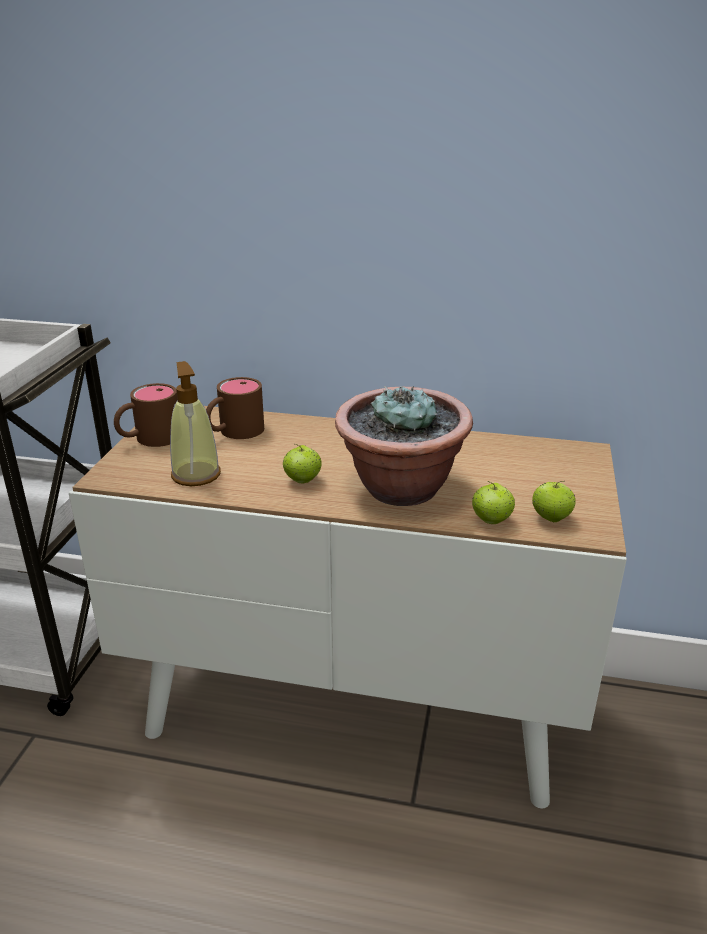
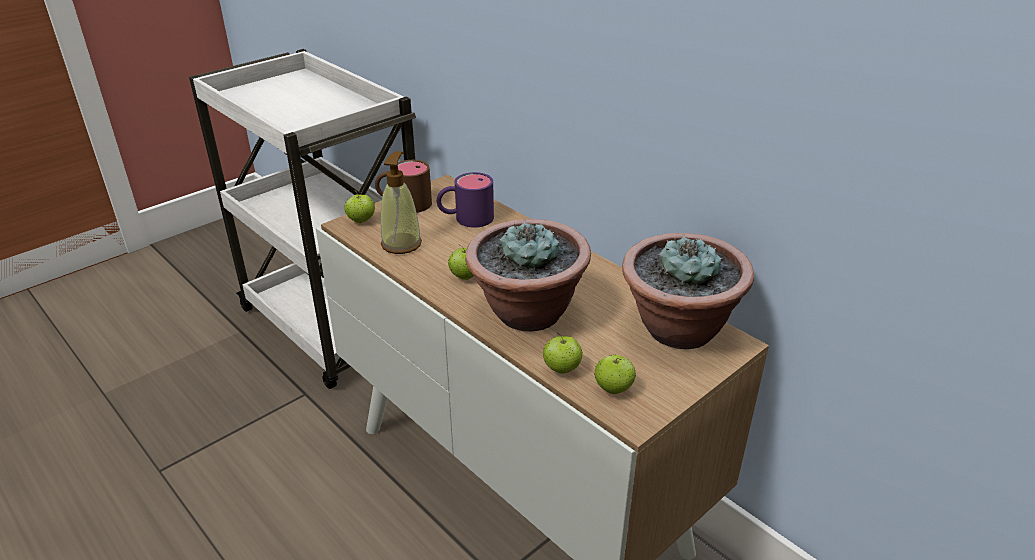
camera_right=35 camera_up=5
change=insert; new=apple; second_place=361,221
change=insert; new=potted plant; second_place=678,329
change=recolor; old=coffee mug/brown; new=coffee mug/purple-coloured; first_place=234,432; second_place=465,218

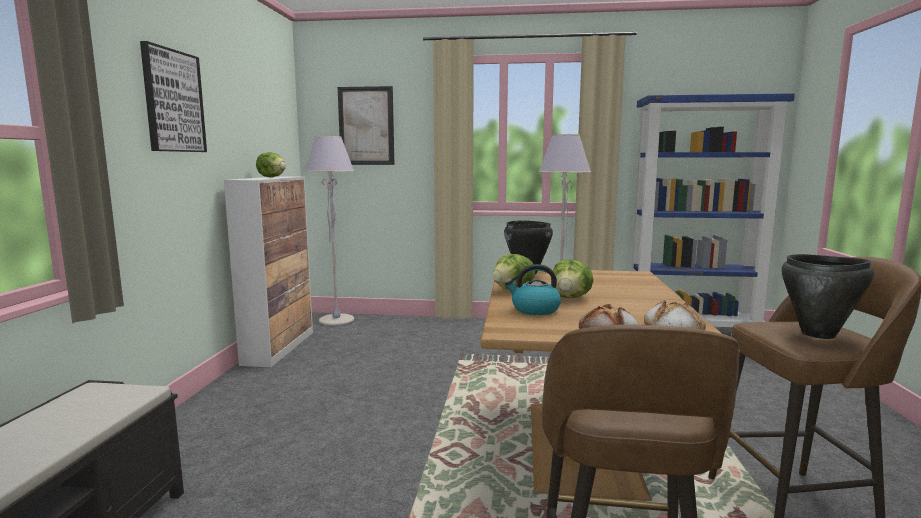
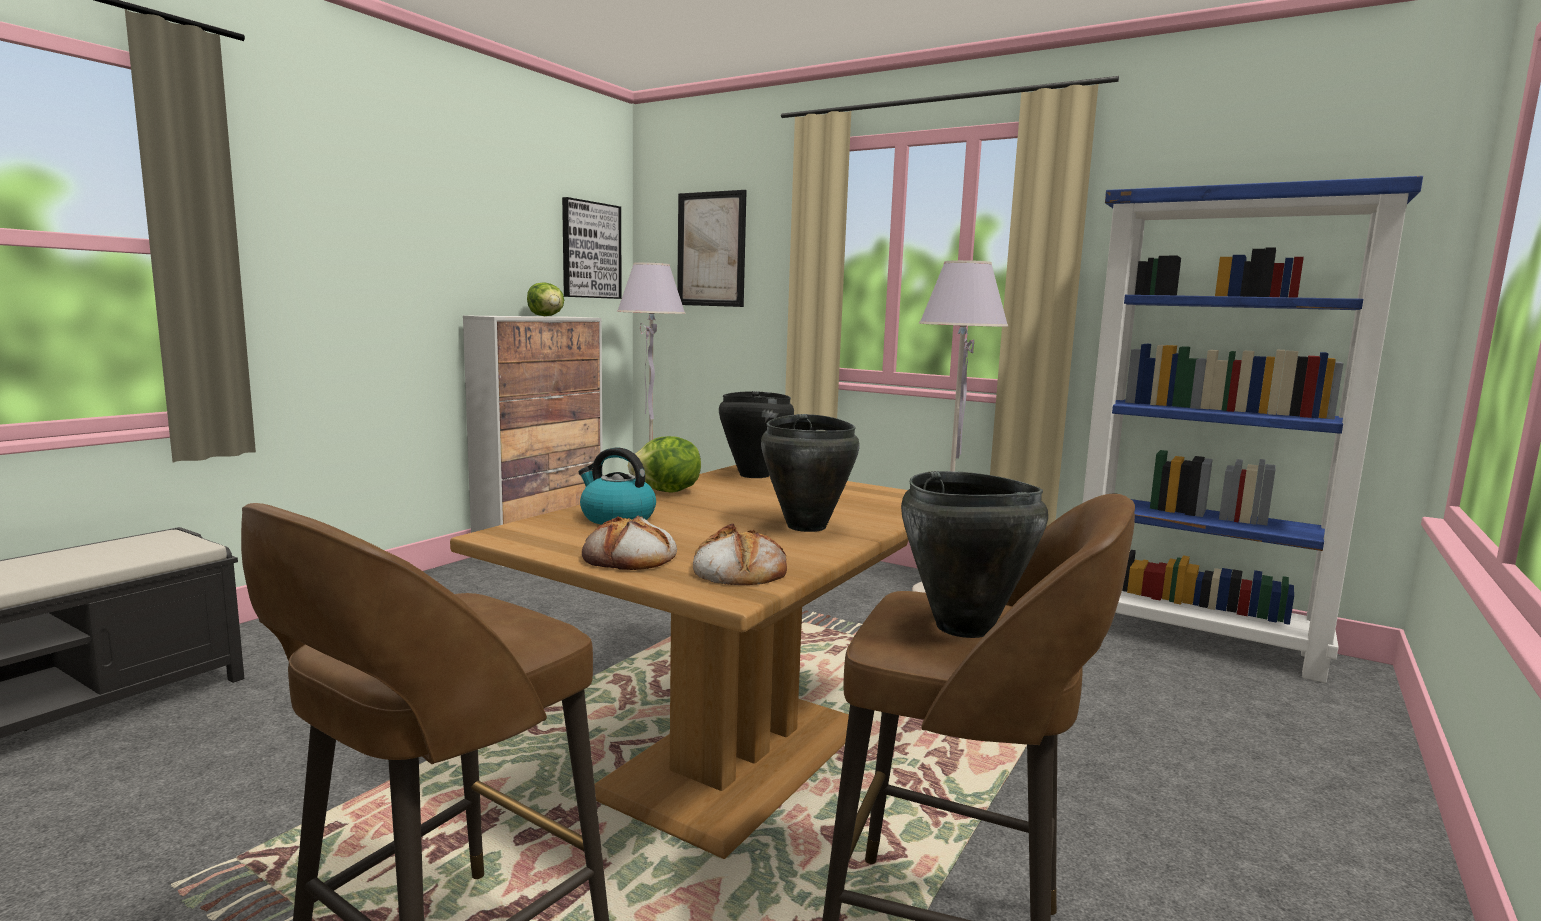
camera_right=25 camera_up=0
change=delete; old=lettuce head; first_place=570,298
change=insert; new=saucepot/black-coloured; second_place=807,526
change=move; old=wall art; first_place=173,101; second_place=590,250

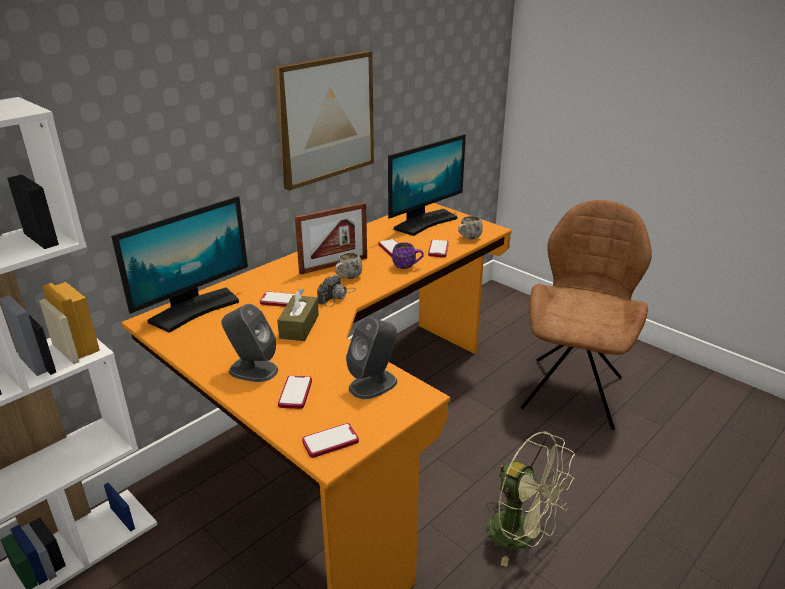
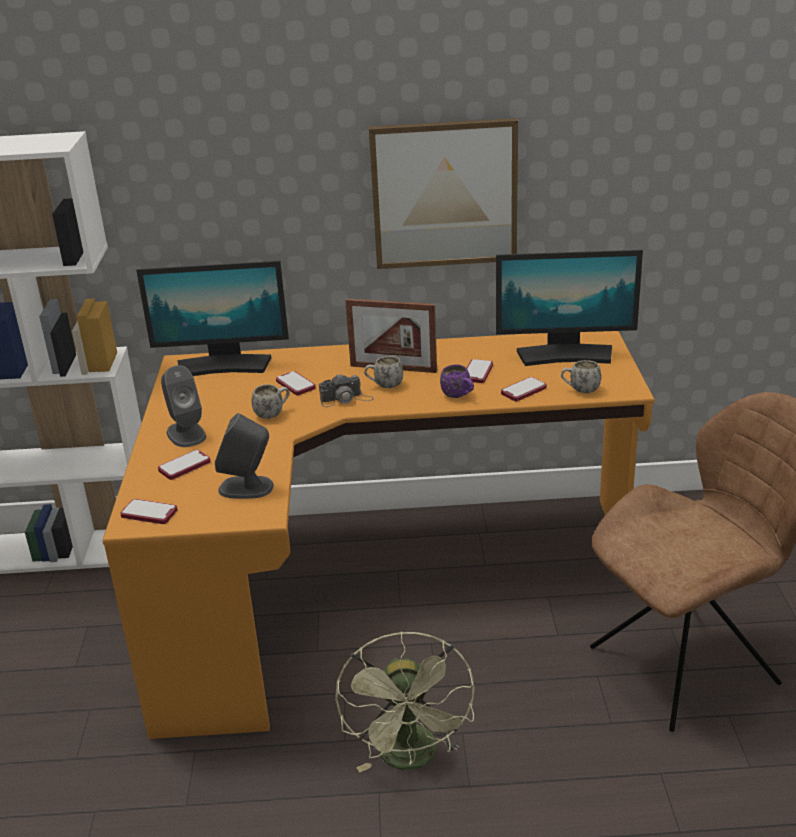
camera_right=45 camera_up=0
change=replace; old=tissue box/brown; new=coffee mug/white-coloured; first_place=299,326; second_place=273,414

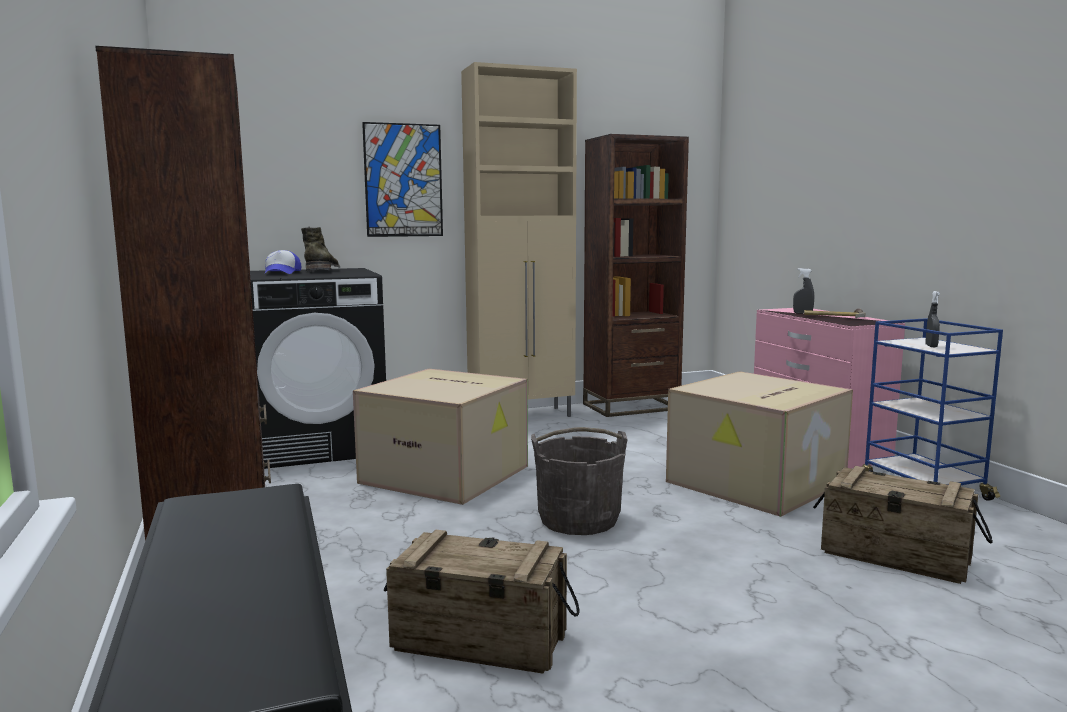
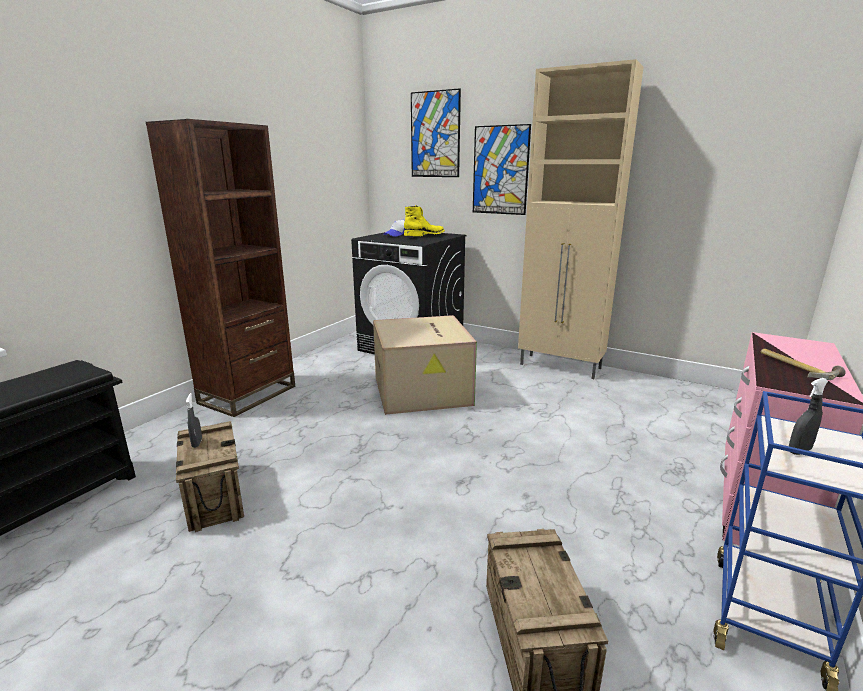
camera_right=50 camera_up=10
change=delete; old=water bucket/greyish; first_place=578,520
change=delete; old=bookcase/brown; first_place=631,407
change=delete; old=cardboard box; first_place=756,483
change=insert; new=wall art; second_place=435,135
change=move; old=spray bottle/greyish; first_place=802,313; second_place=197,443
change=recolor; old=tall boot/greenish; new=tall boot/yellow-coloured; first_place=323,271; second_place=425,235

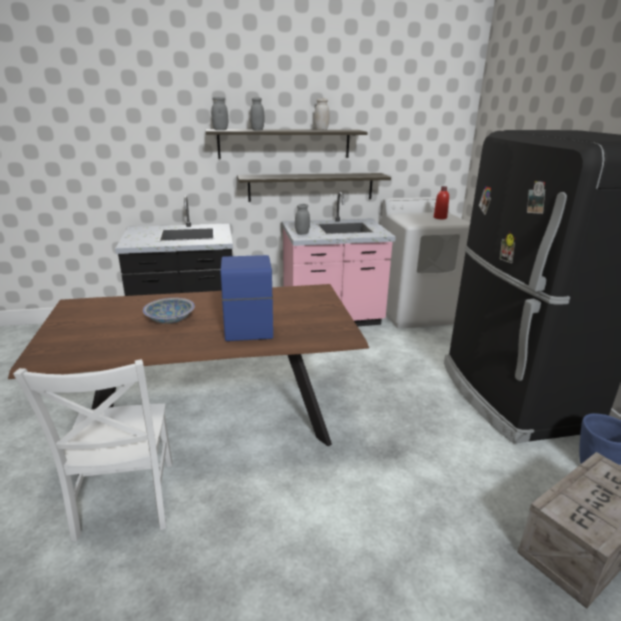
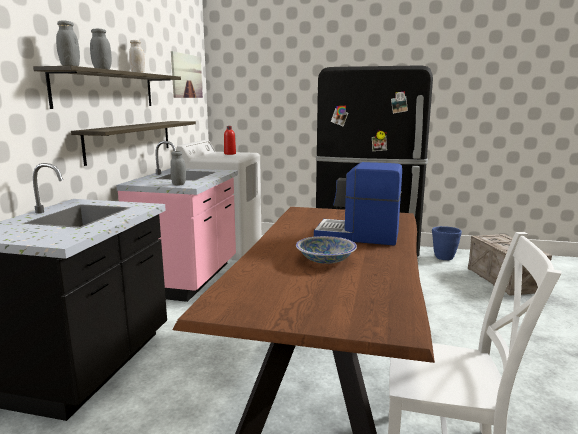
camera_right=-65 camera_up=-10
change=insert; new=wall art; second_place=186,76

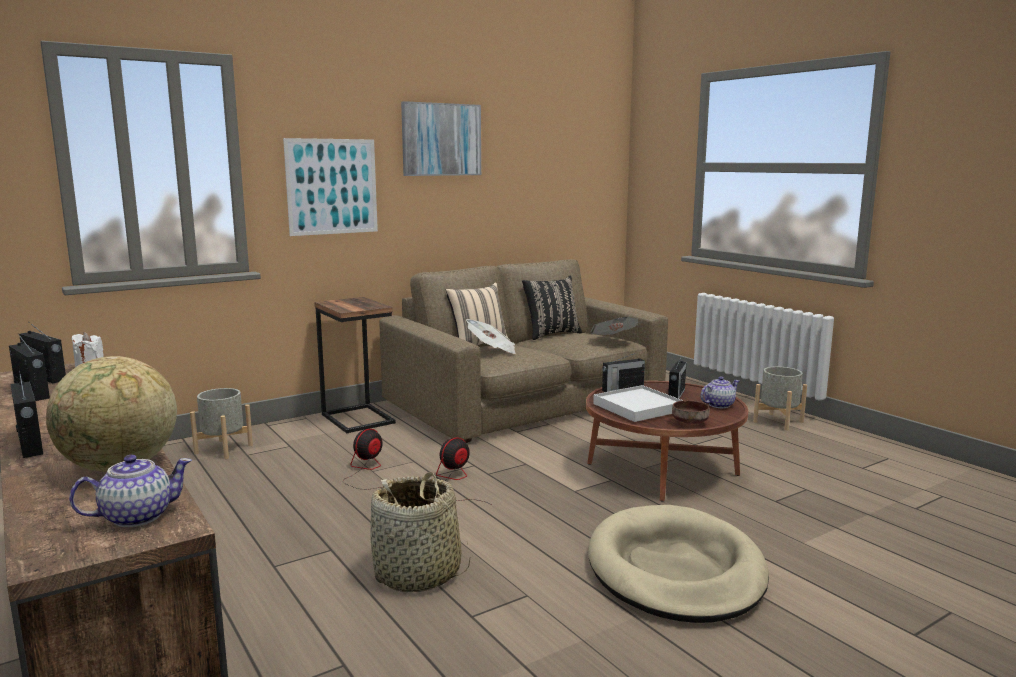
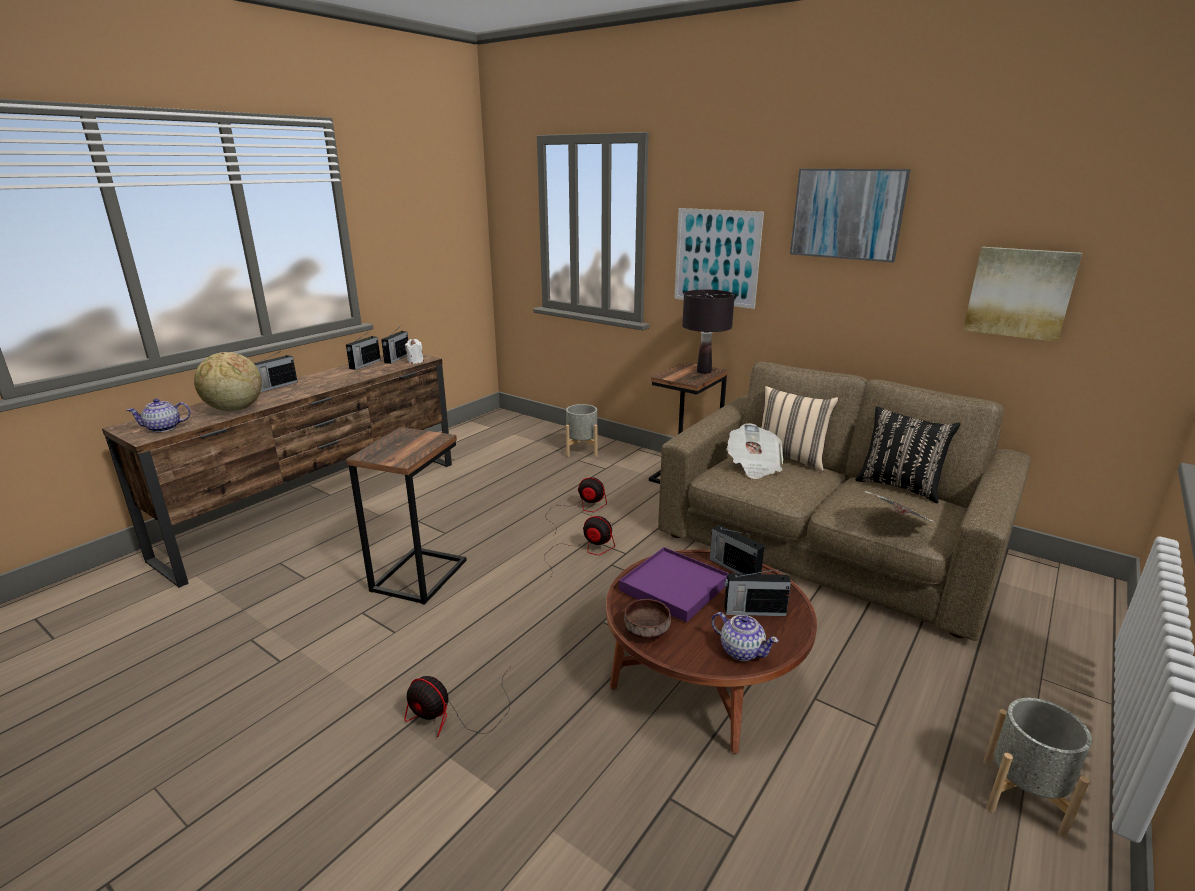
camera_right=70 camera_up=10
change=insert; new=tabletop lamp/black-coloured; second_place=704,371
change=insert; new=wall art; second_place=1019,293
change=replace; old=household basket; new=end table; first_place=418,574; second_place=418,575
change=replace; old=dog bed/beige-coloured; new=electric fan; first_place=675,570; second_place=454,715
change=recolor; old=carrying tray/white-coloured; new=carrying tray/purple-coloured; first_place=638,407; second_place=674,587
change=rotate; old=pot for tea; first_place=136,517; second_place=164,428; degrees=120

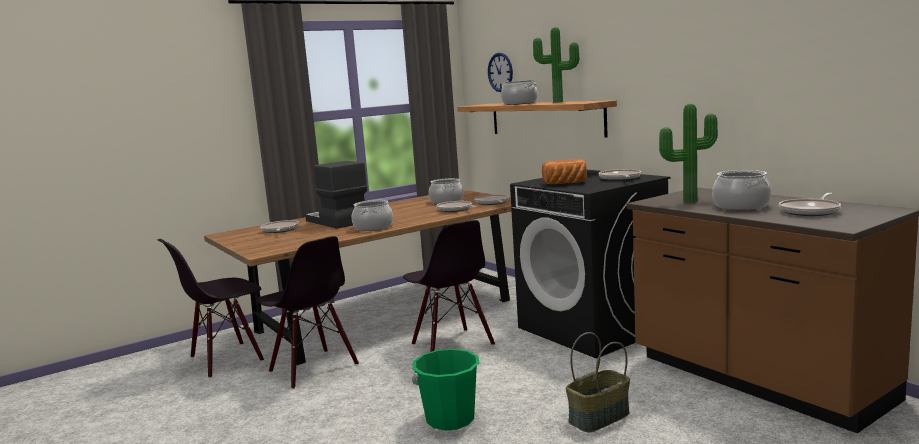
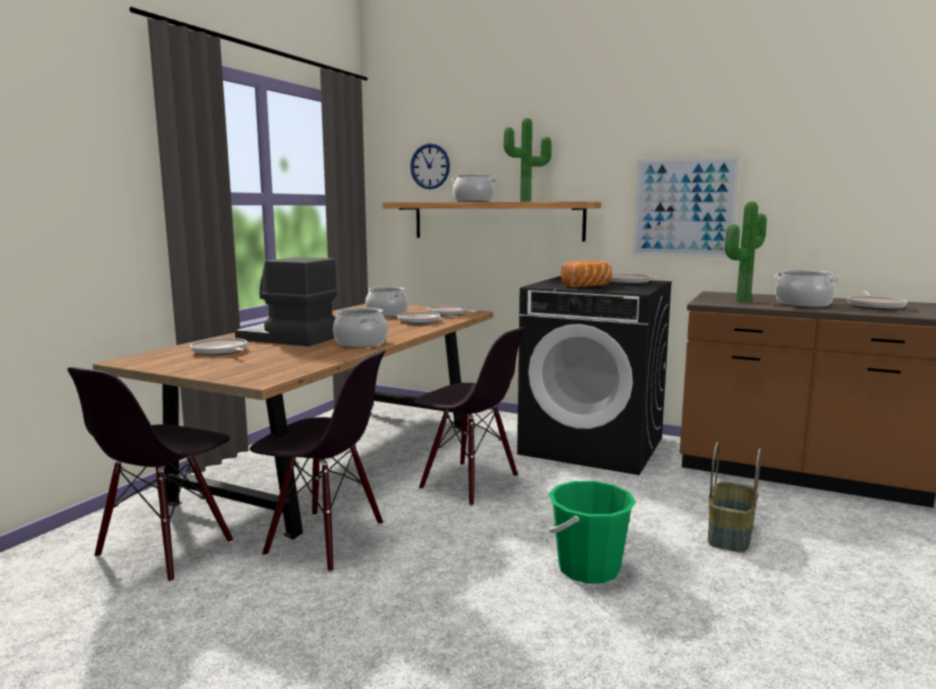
camera_right=-30 camera_up=0
change=insert; new=wall art; second_place=684,207

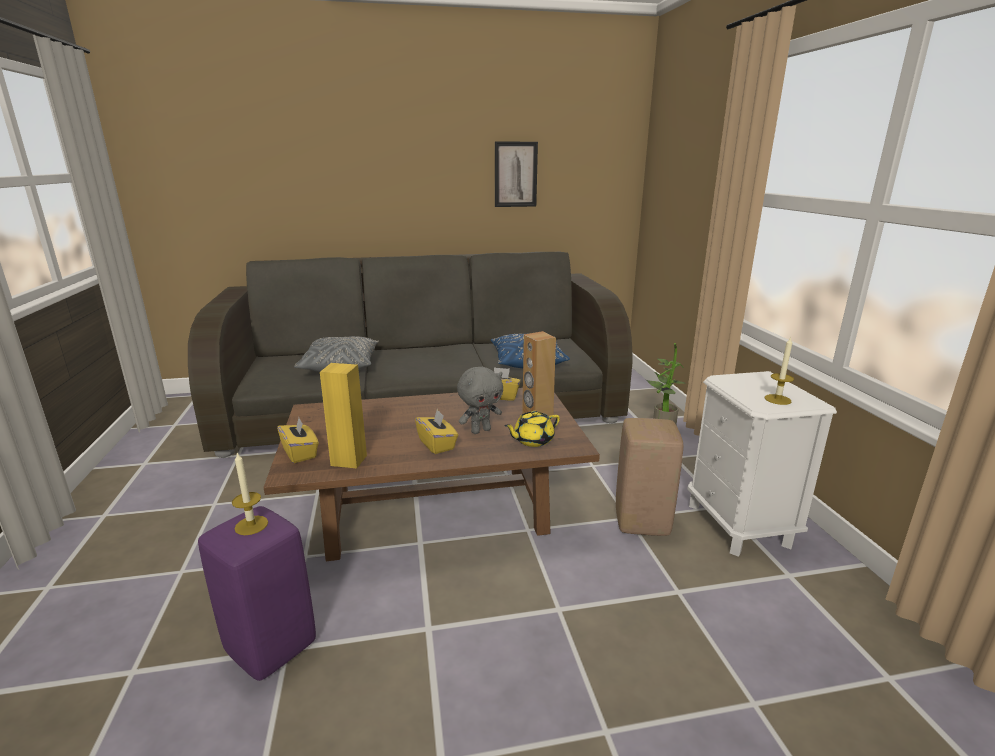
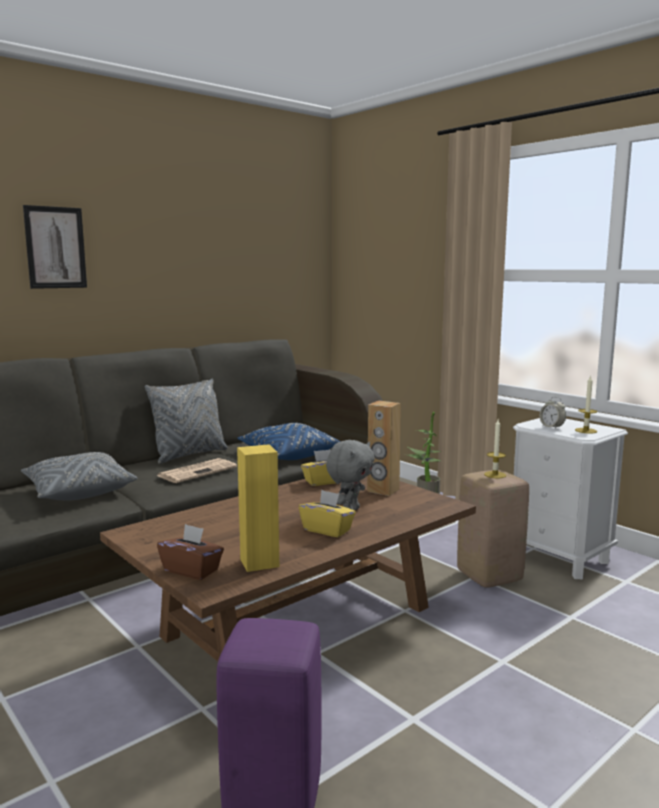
camera_right=-30 camera_up=-10
change=delete; old=pot for tea/yellow-coloured; first_place=532,440
change=insert; new=cushion/greyish; second_place=189,454
change=insert; new=newspaper; second_place=197,471
change=insert; new=bedside clock; second_place=552,427
change=move; old=wax candle; first_place=251,525; second_place=495,475
change=move; old=wall art; first_place=515,174; second_place=55,247
change=recolor; old=tissue box/yellow-coloured; new=tissue box/brown; first_place=300,453; second_place=192,570

